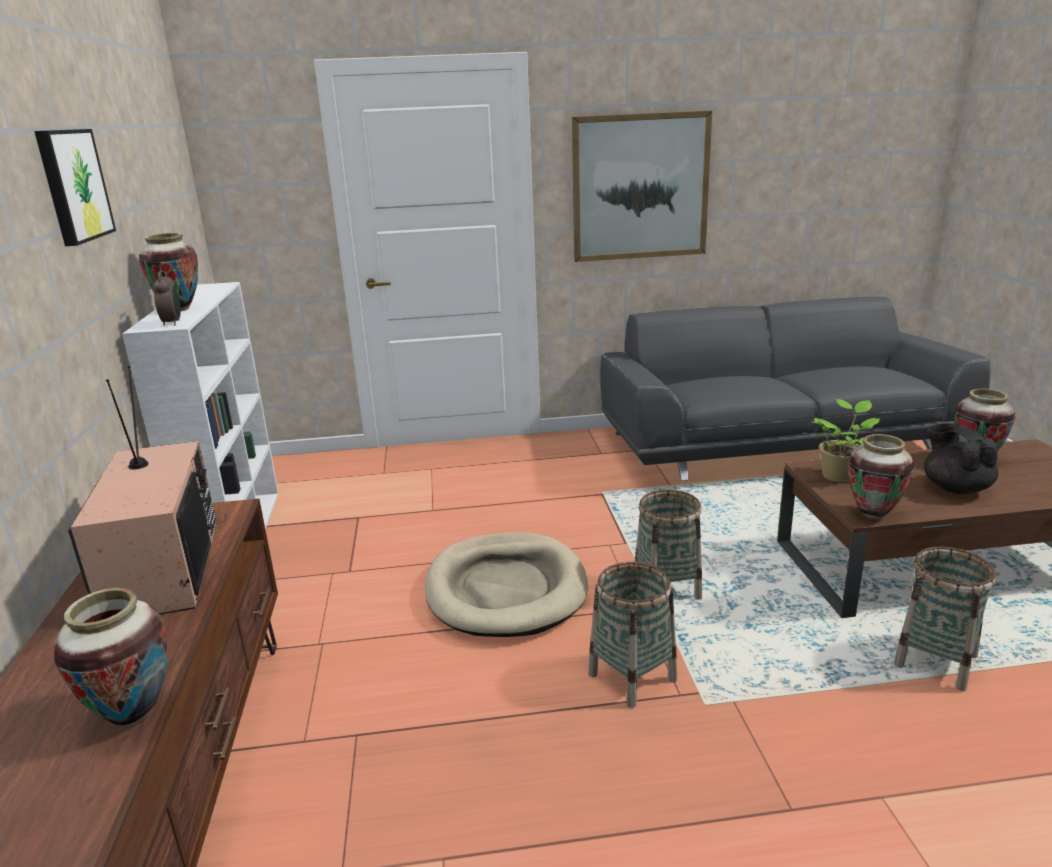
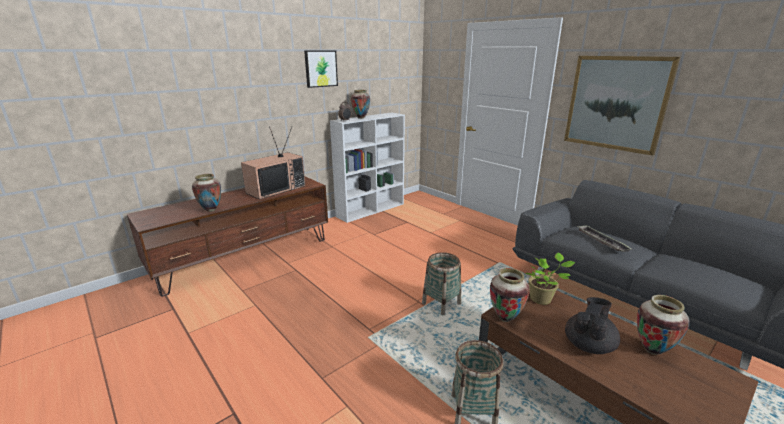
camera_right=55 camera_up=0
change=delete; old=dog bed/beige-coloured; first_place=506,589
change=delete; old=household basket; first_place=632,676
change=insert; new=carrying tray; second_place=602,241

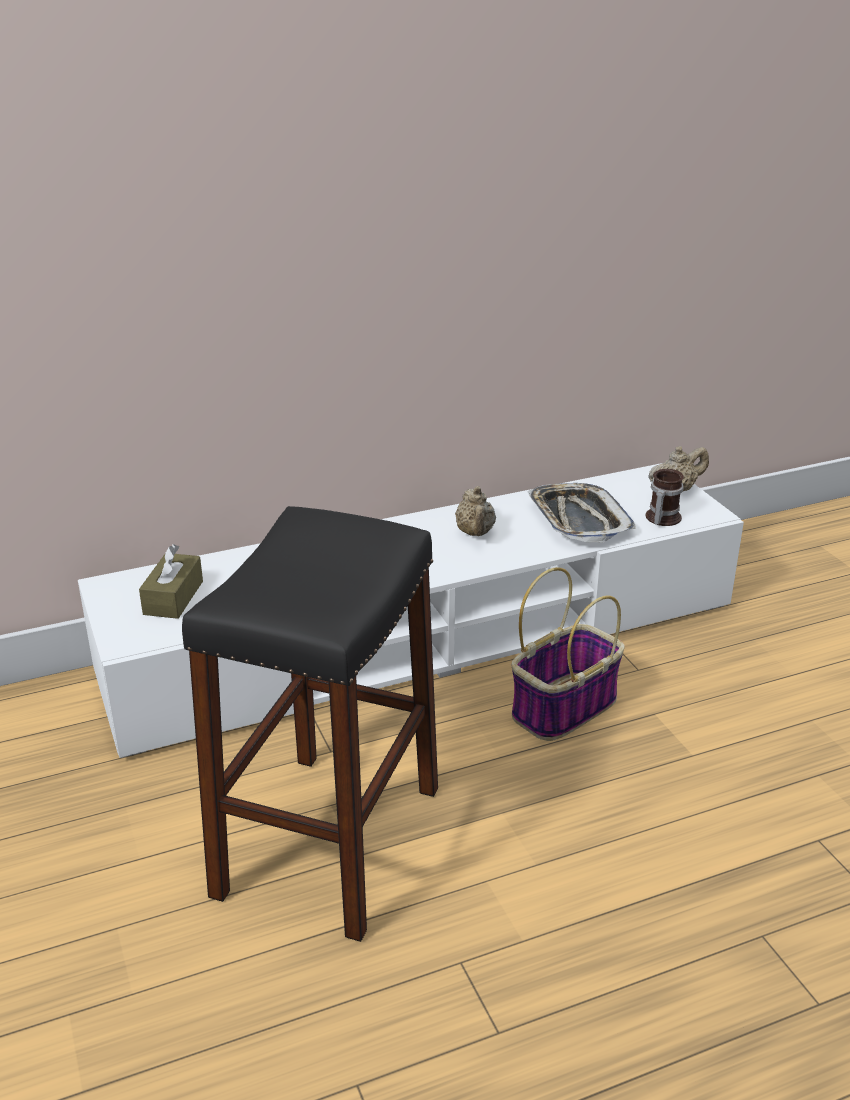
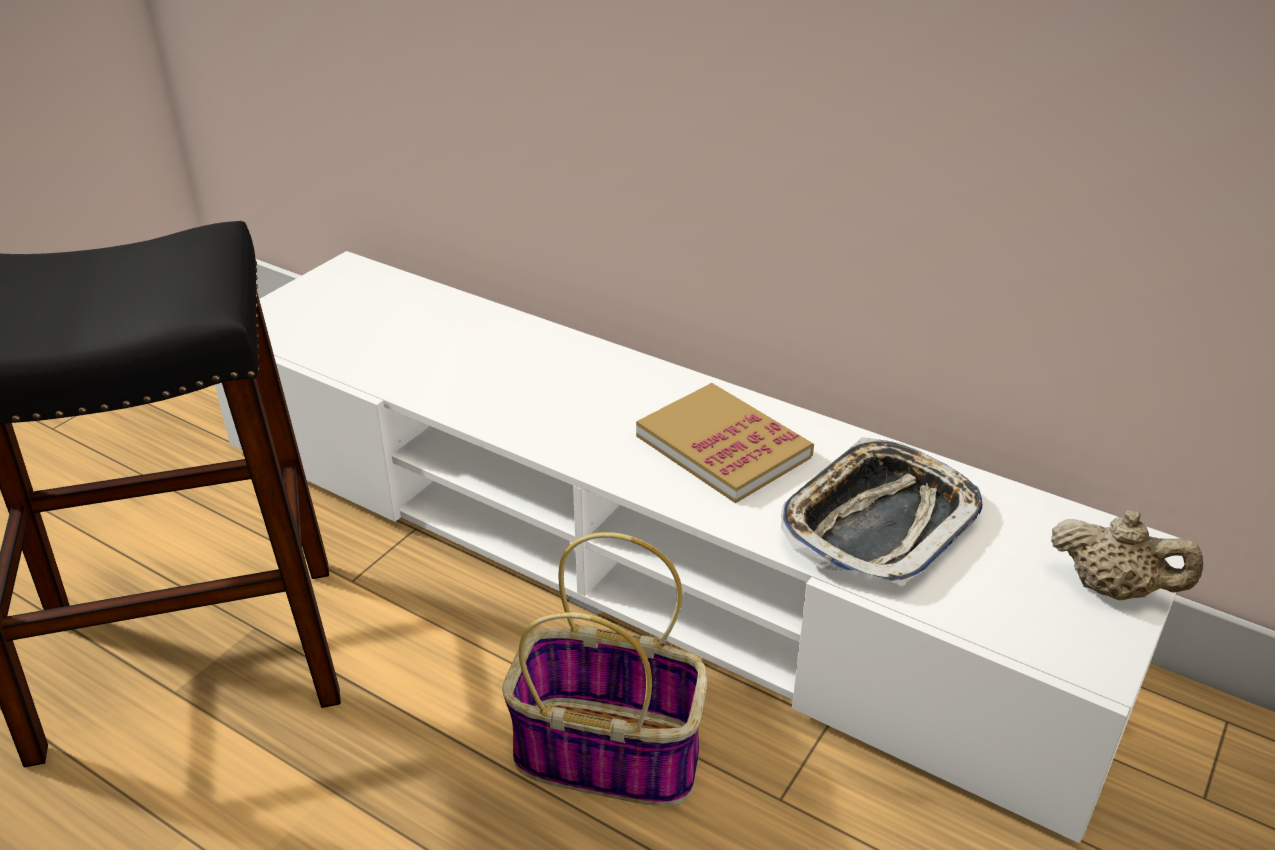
camera_right=55 camera_up=5
change=delete; old=tissue box/brown; first_place=173,598
change=delete; old=coffee mug; first_place=660,518
change=replace; old=pot for tea/beige-coloured; new=volume; first_place=475,533; second_place=723,446

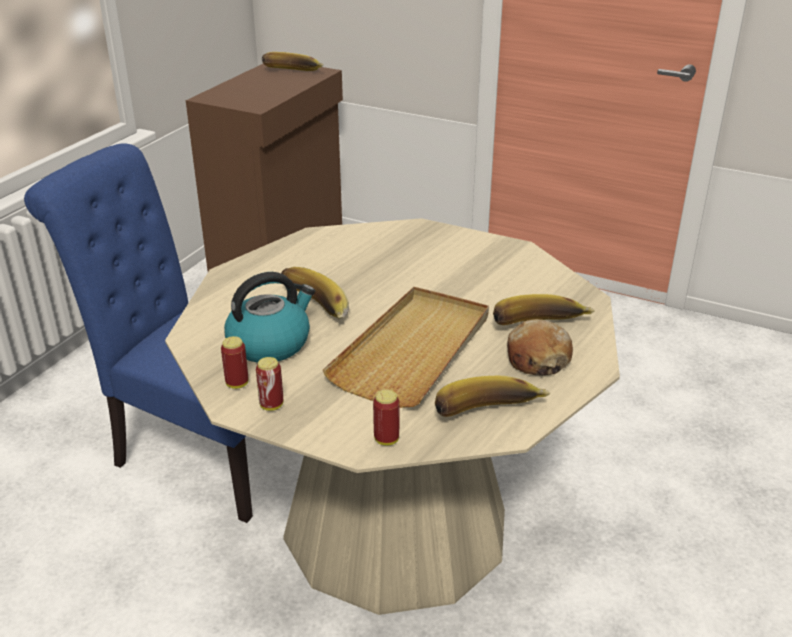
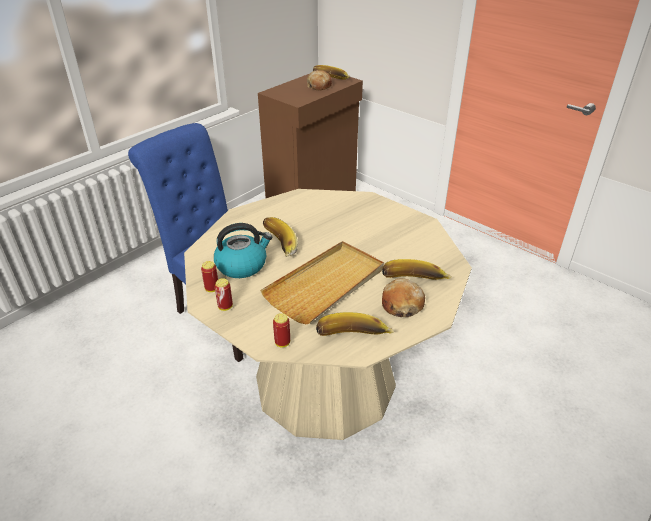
camera_right=15 camera_up=5
change=insert; new=bread; second_place=319,86

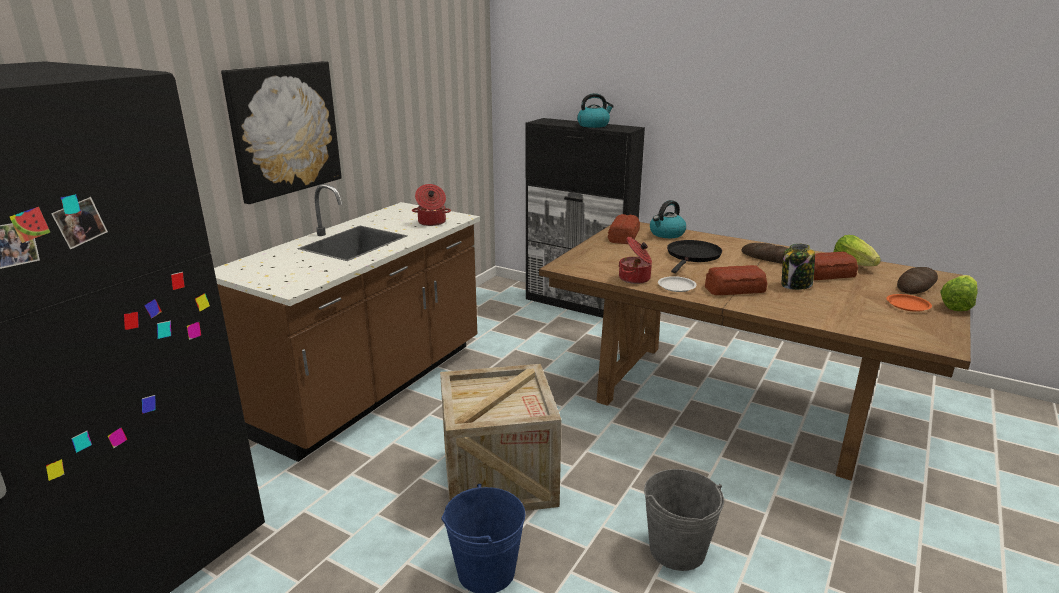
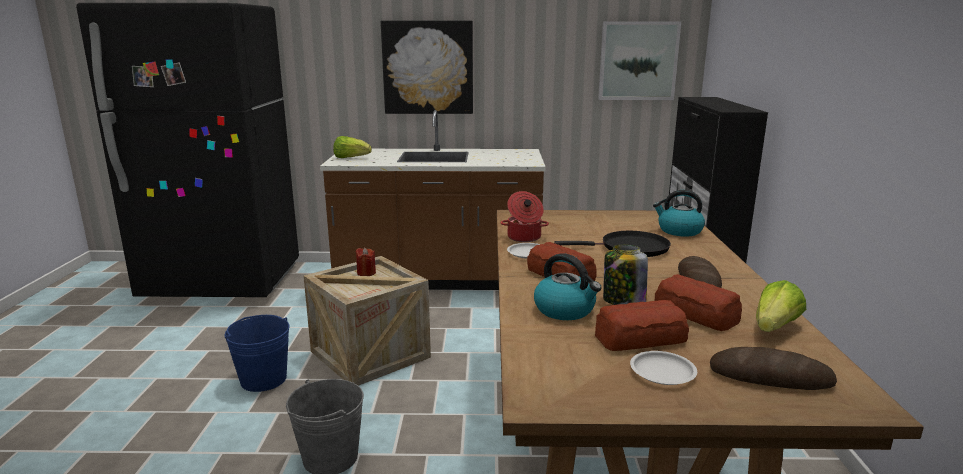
camera_right=60 camera_up=-5
change=delete; old=saucepot; first_place=431,222
change=insert; new=wax candle/reddish; second_place=366,273
change=insert; new=wall art; second_place=638,61
change=move; old=tea kettle; first_place=593,125; second_place=565,310
change=move; old=bread; first_place=624,236; second_place=641,338
change=move; old=lettuce head; first_place=957,305; second_place=351,158
change=recolor; old=dinner plate/orangey; new=dinner plate/white-coloured; first_place=908,305; second_place=663,372

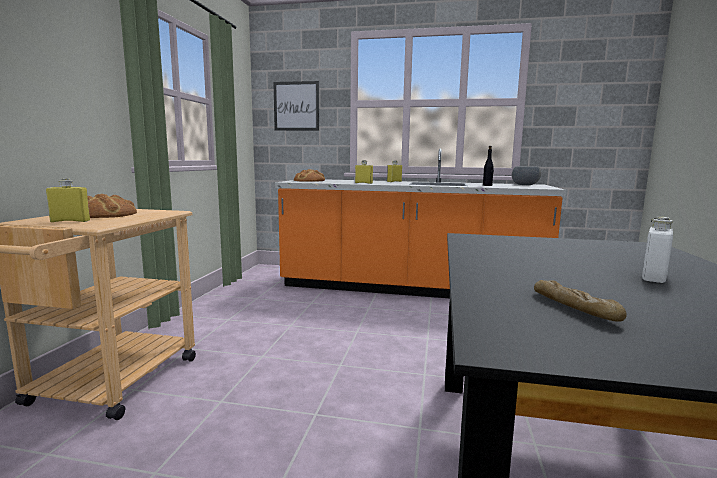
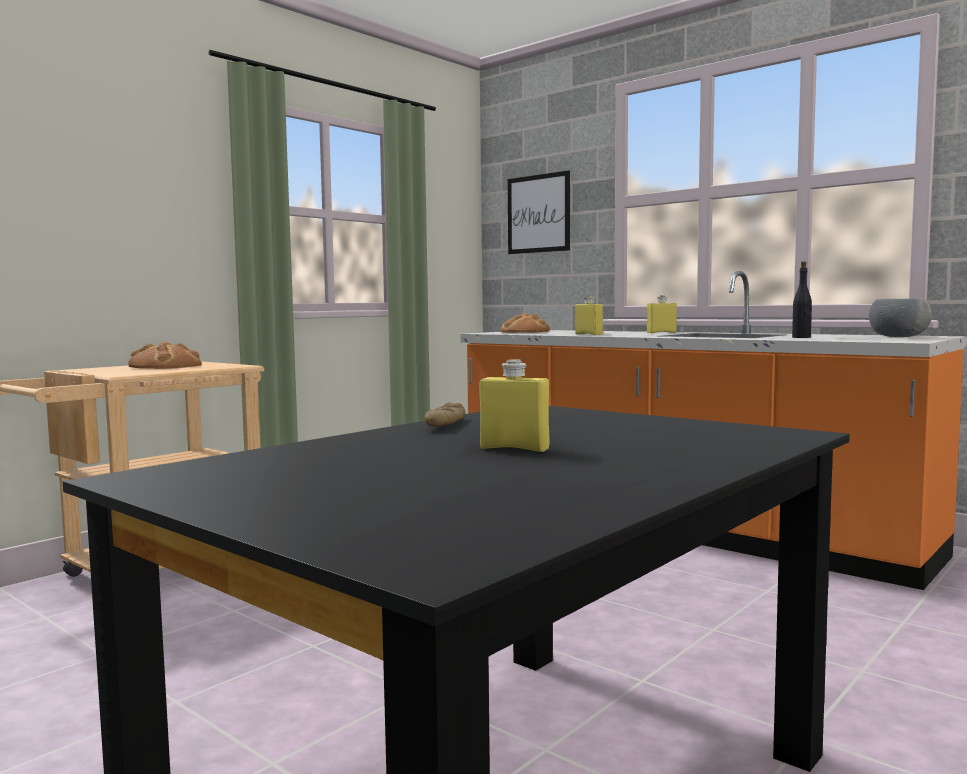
camera_right=30 camera_up=-5
change=delete; old=beverage bottle/white-coloured; first_place=654,276
change=move; old=beverage bottle/yellow-coloured; first_place=70,221; second_place=514,448
change=move; old=bread; first_place=574,308; second_place=445,424

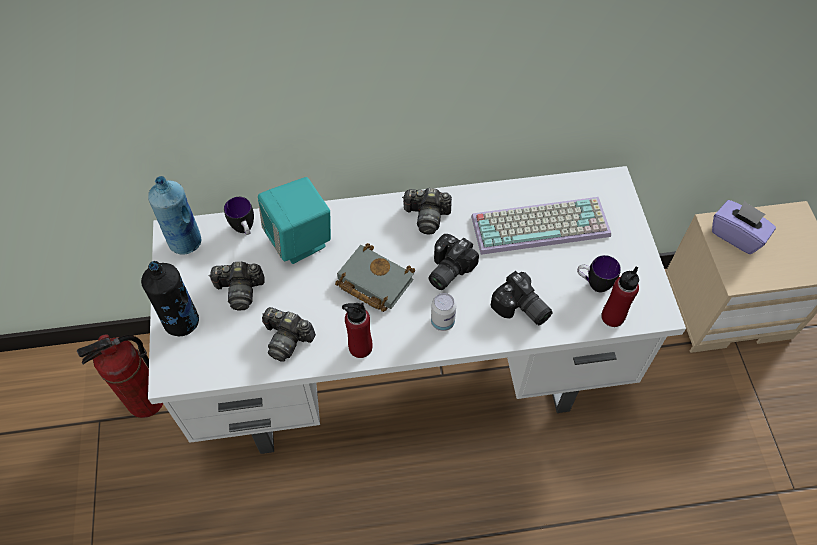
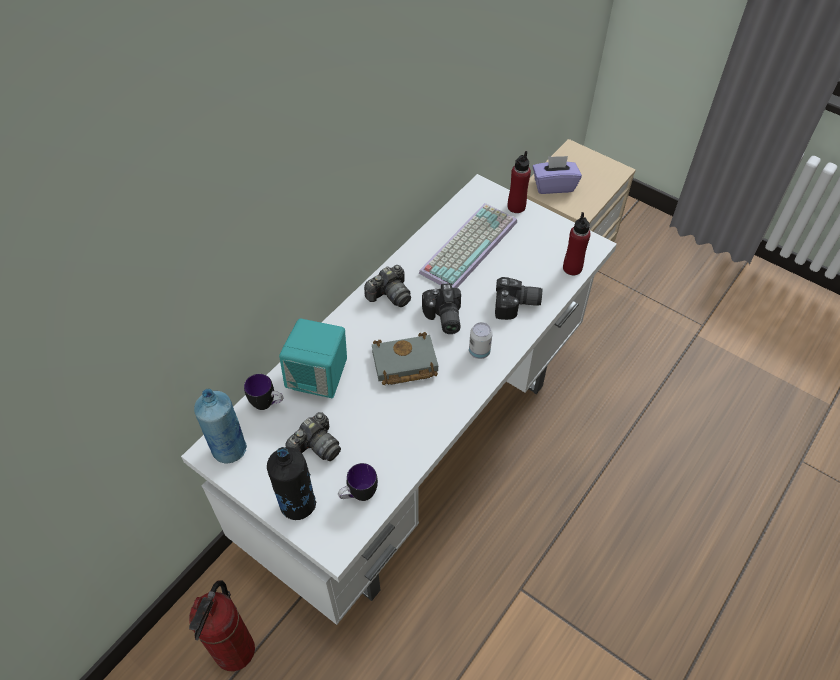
camera_right=-45 camera_up=-5
change=delete; old=photo camera; first_place=287,339
change=move; old=beverage bottle/reddish; first_place=360,347; second_place=516,207
change=move; old=coffee mug; first_place=593,284; second_place=358,495

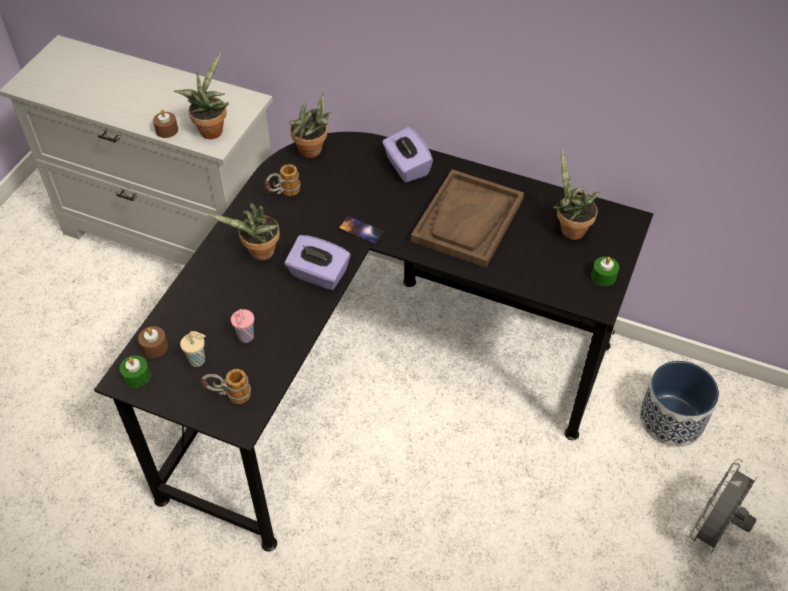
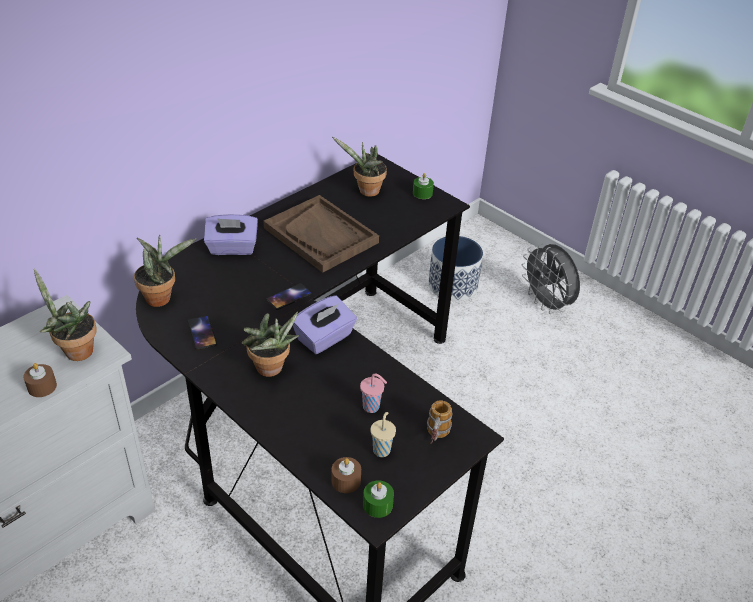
camera_right=-70 camera_up=-10
change=replace; old=coffee mug; new=handset; first_place=283,193; second_place=202,333

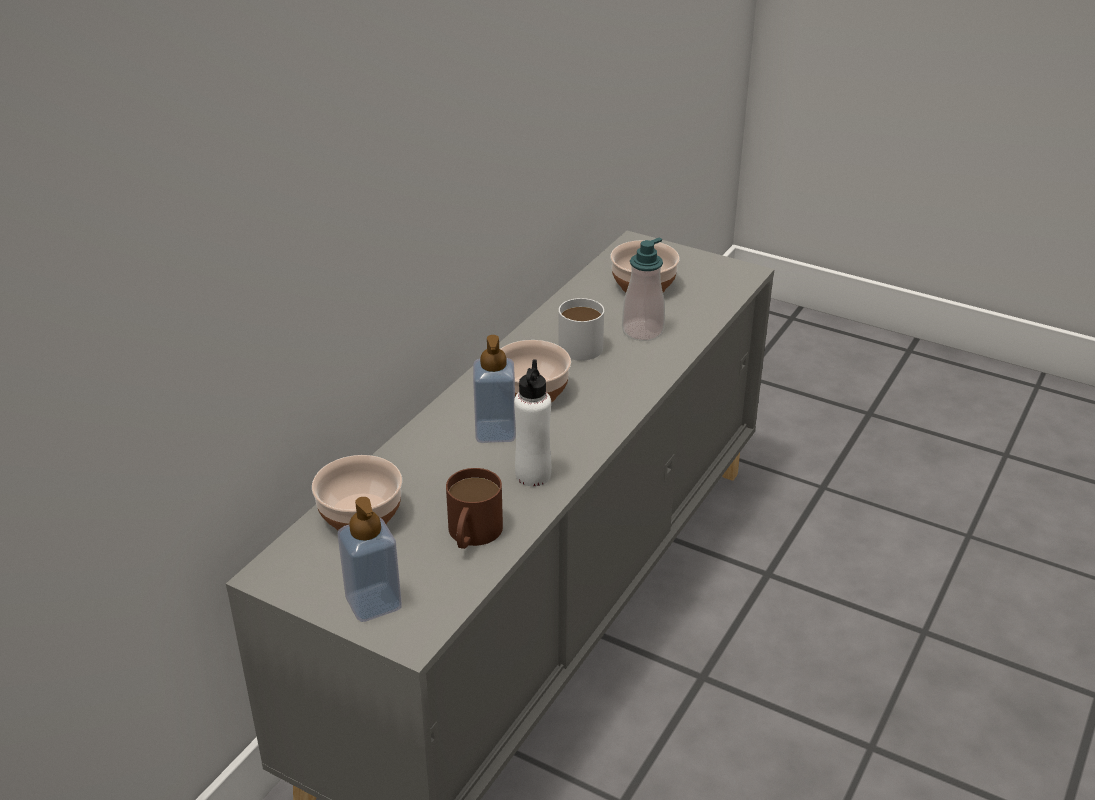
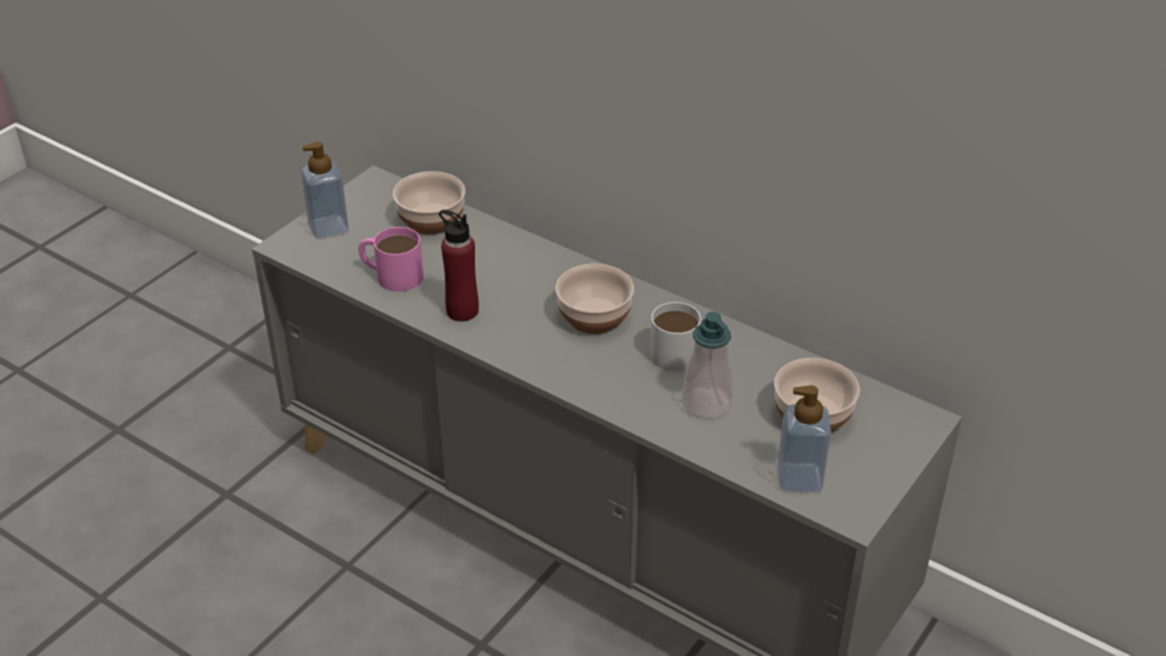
camera_right=95 camera_up=5
change=move; old=soap bottle; first_place=495,432; second_place=799,478
change=recolor; old=coffee mug/brown; new=coffee mug/pink-coloured; first_place=472,535; second_place=391,275
change=recolor; old=beverage bottle/white-coloured; new=beverage bottle/reddish; first_place=533,475; second_place=462,311

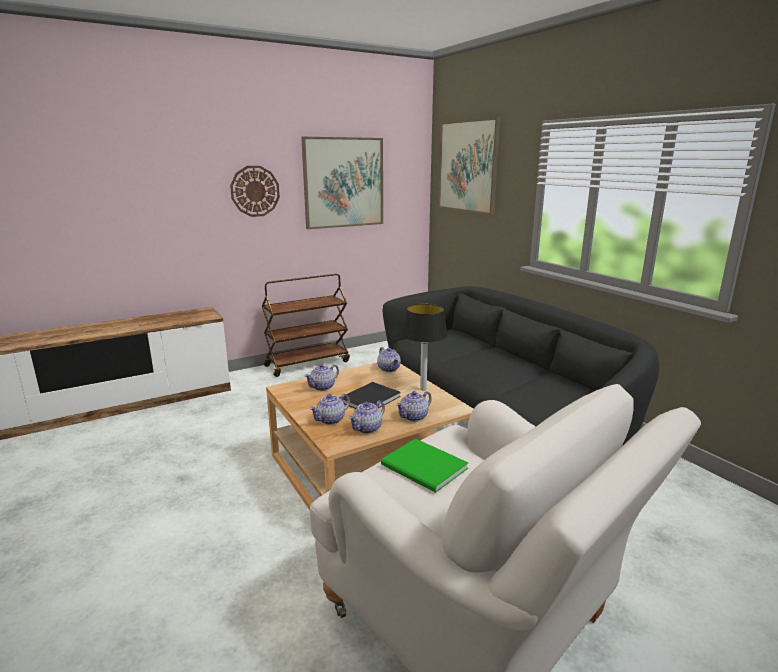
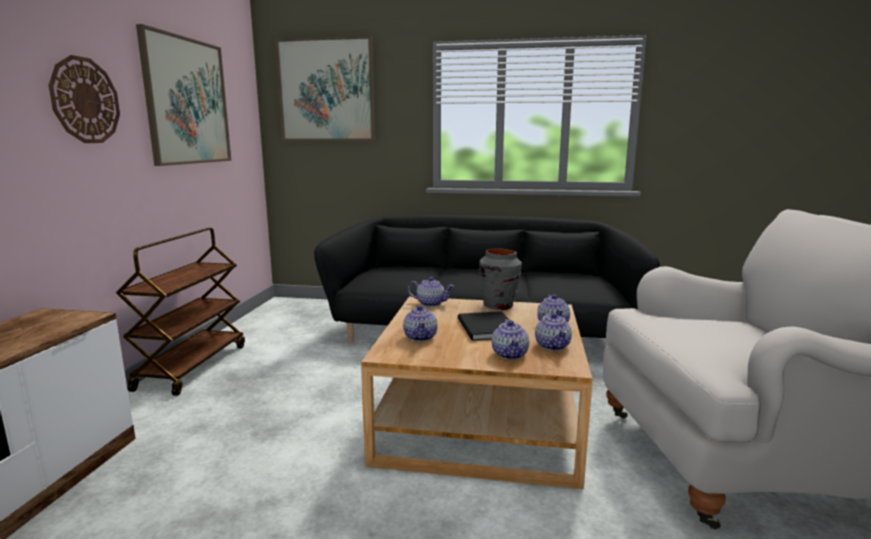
camera_right=-50 camera_up=-5
change=delete; old=volume/greenish; first_place=424,468
change=replace; old=tabletop lamp; new=vase/greyish; first_place=423,388; second_place=498,306

